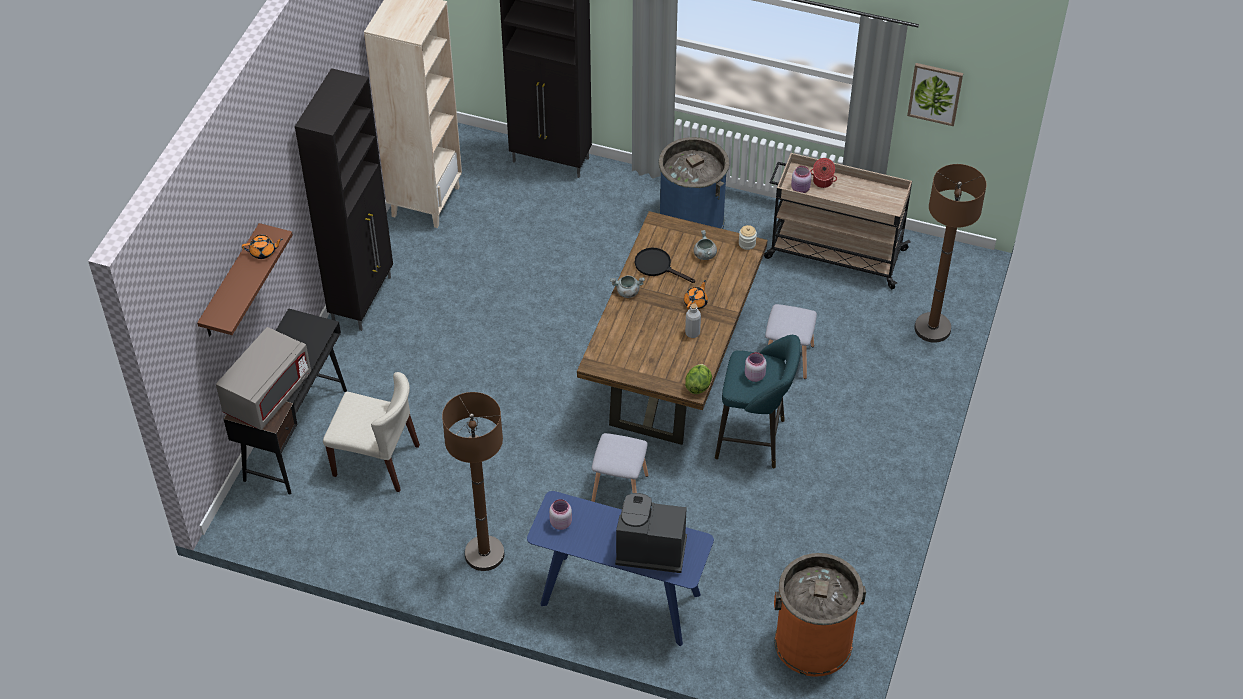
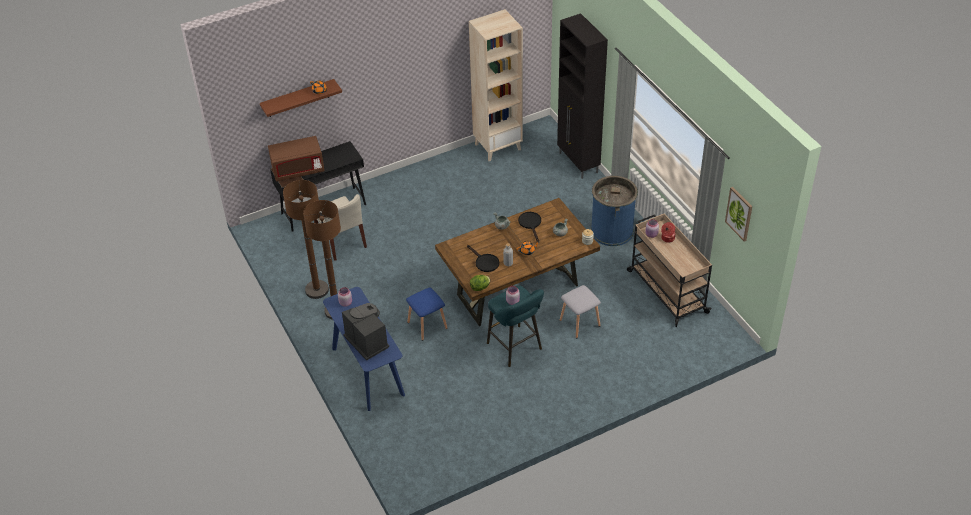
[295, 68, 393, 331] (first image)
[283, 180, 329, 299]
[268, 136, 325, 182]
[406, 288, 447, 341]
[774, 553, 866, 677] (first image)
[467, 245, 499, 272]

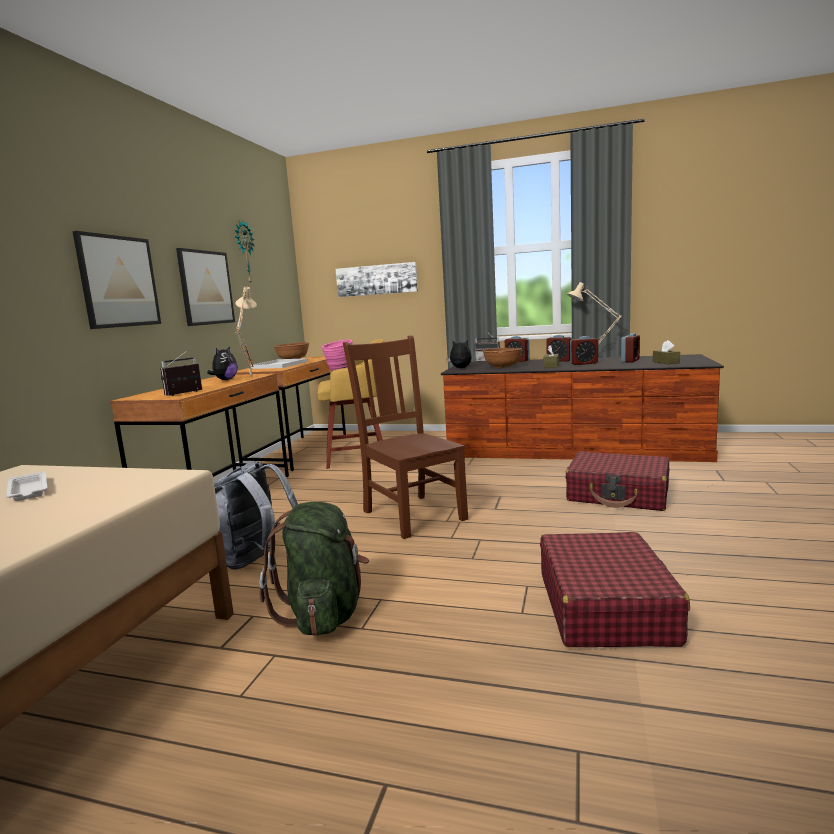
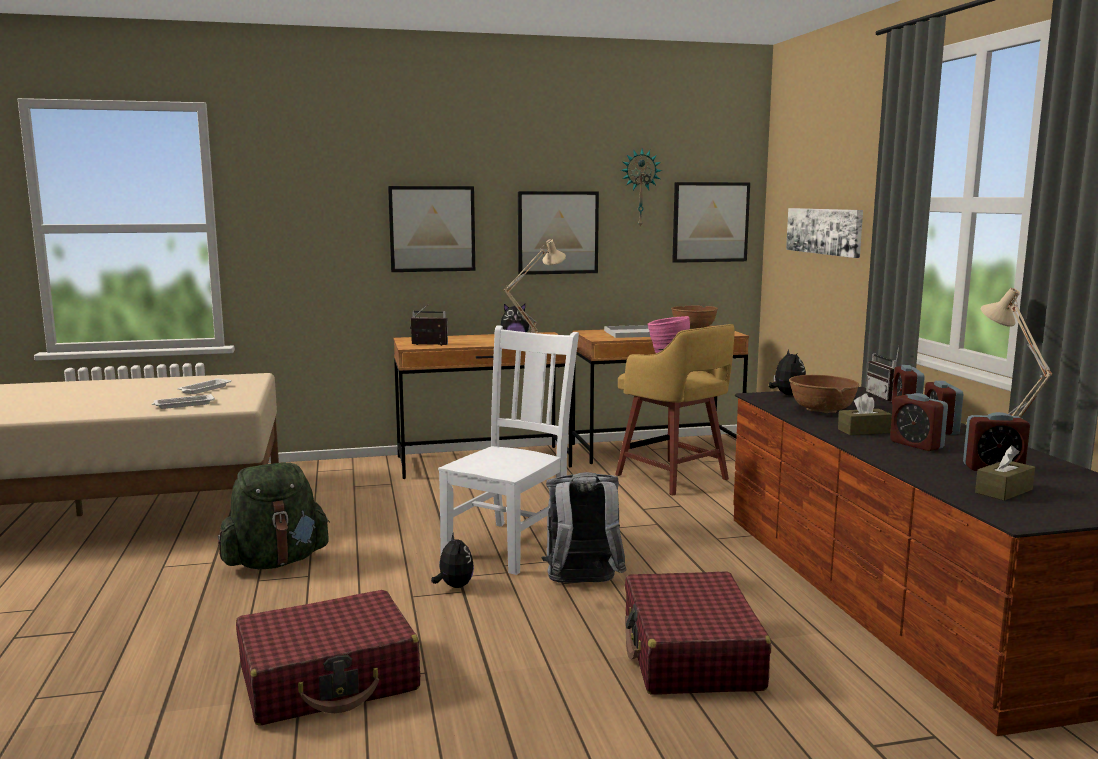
[438, 325, 579, 575]
[541, 472, 627, 583]
[672, 182, 750, 263]
[152, 394, 215, 409]
[431, 532, 474, 588]

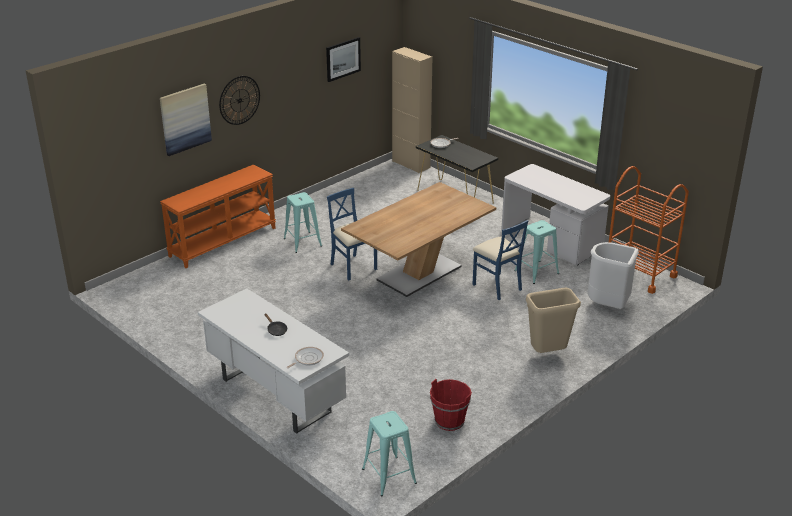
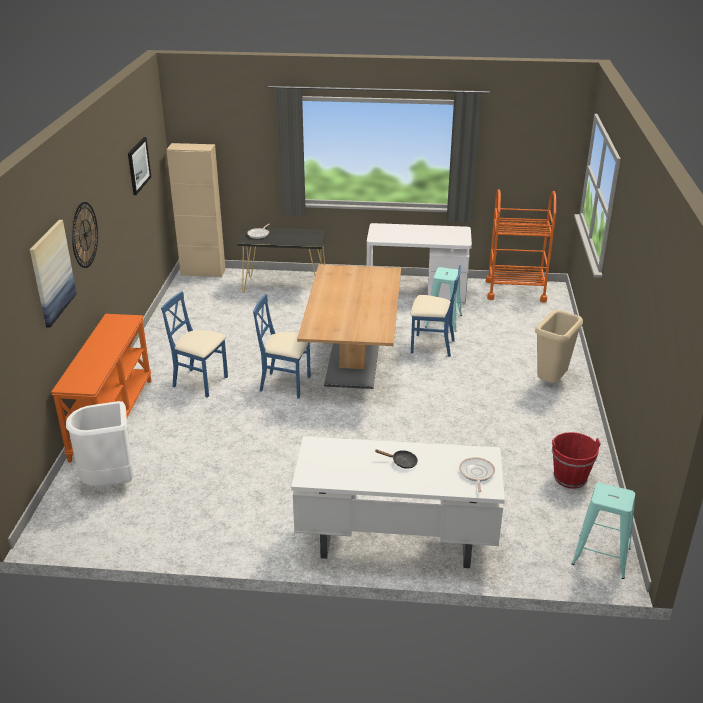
[161, 291, 228, 398]
[66, 401, 133, 487]

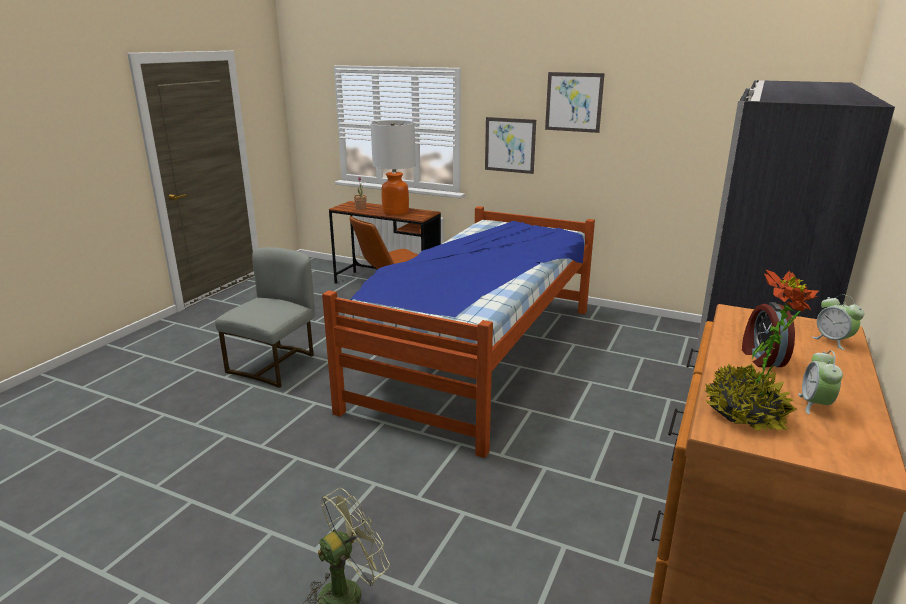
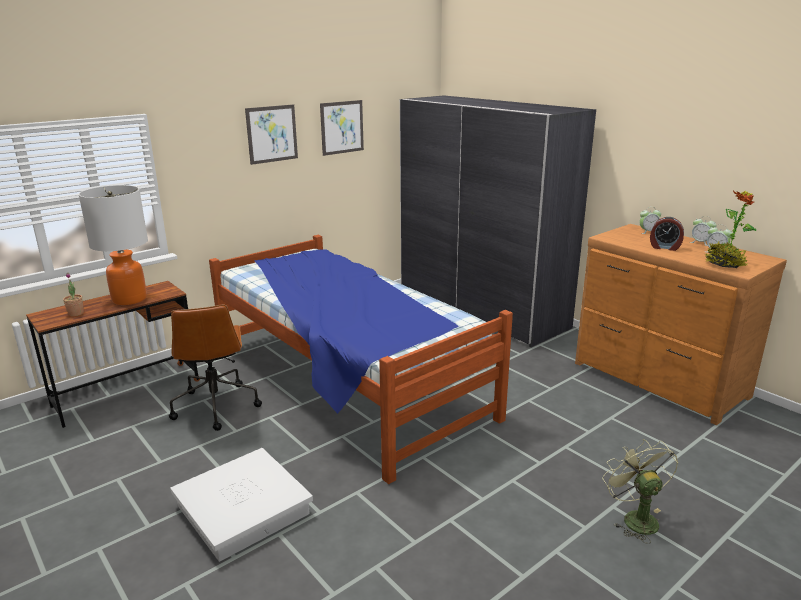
[320, 100, 364, 156]
[170, 448, 313, 562]
[690, 216, 717, 246]

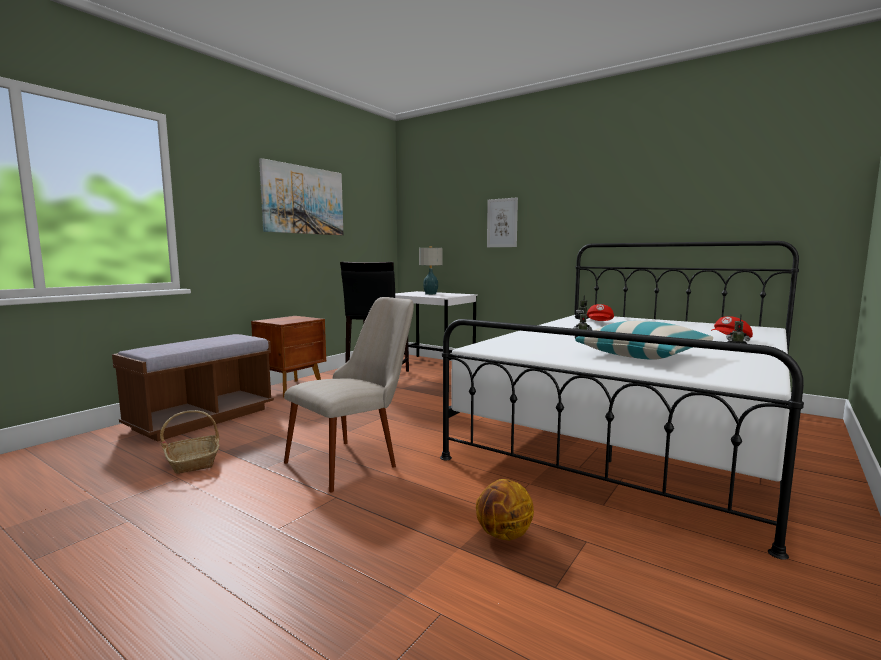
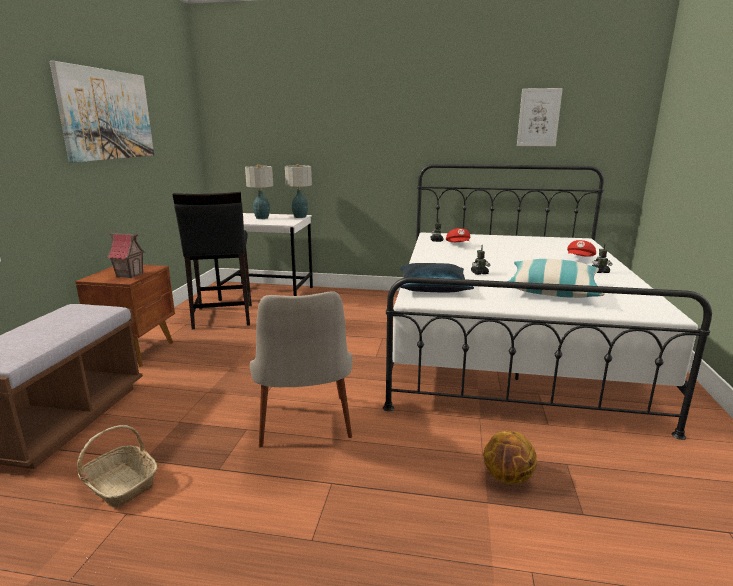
[517, 88, 563, 146]
[250, 291, 353, 448]
[285, 164, 312, 218]
[107, 232, 146, 278]
[400, 263, 474, 292]

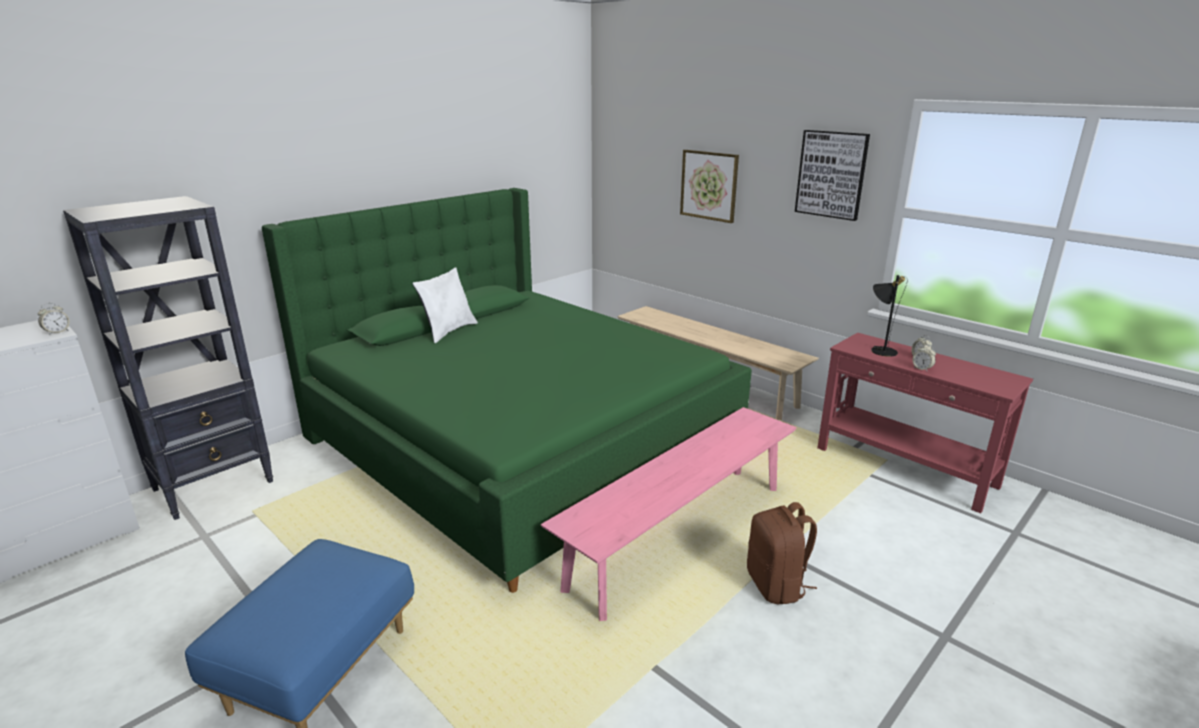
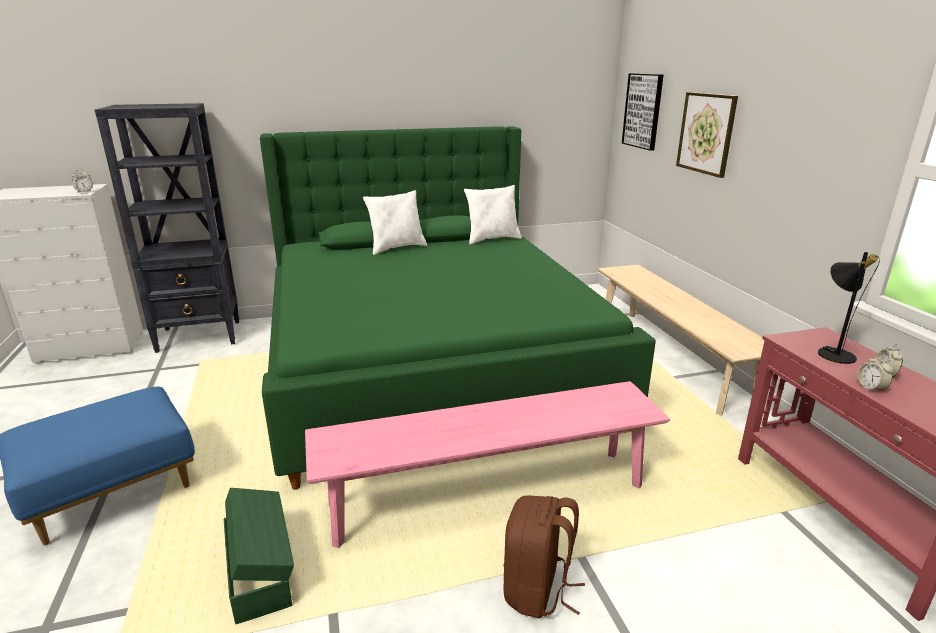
[622, 73, 663, 151]
[464, 185, 522, 245]
[224, 488, 294, 624]

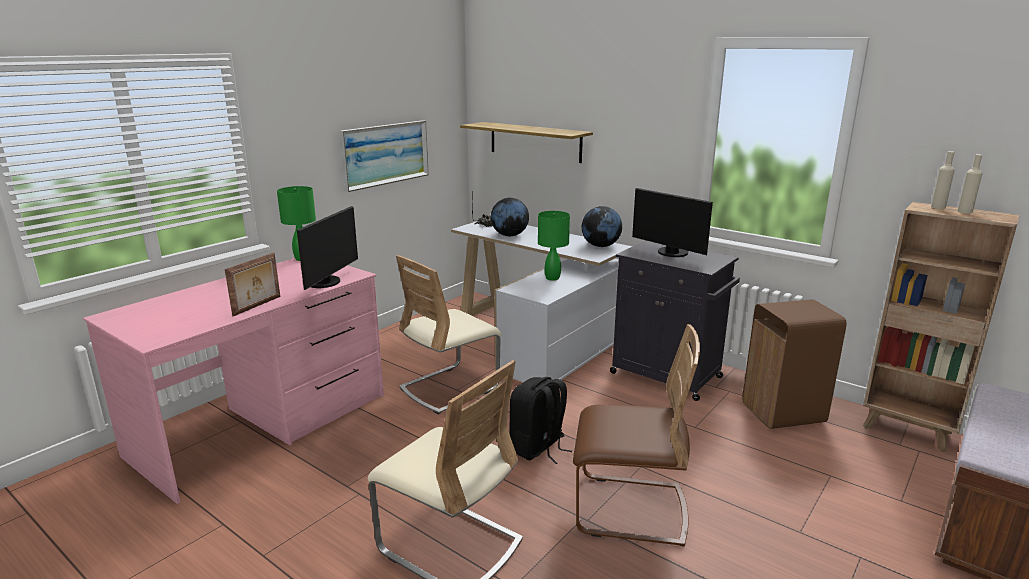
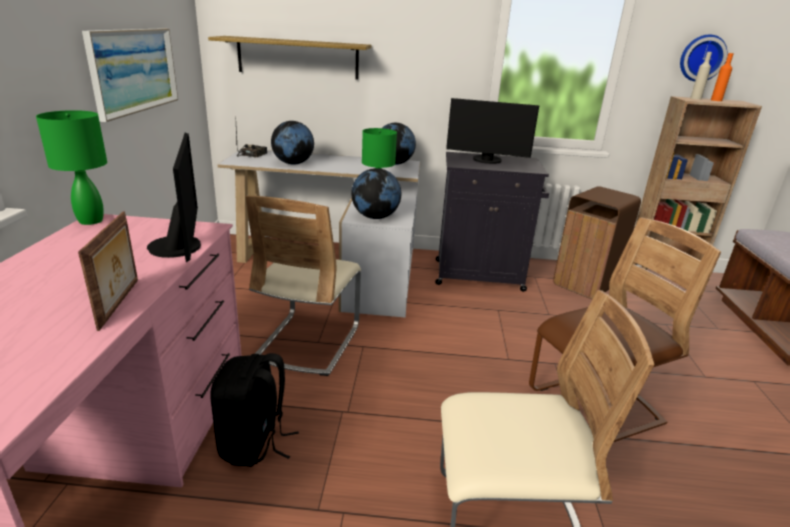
[711, 53, 734, 101]
[211, 353, 299, 467]
[680, 35, 727, 82]
[351, 168, 401, 219]

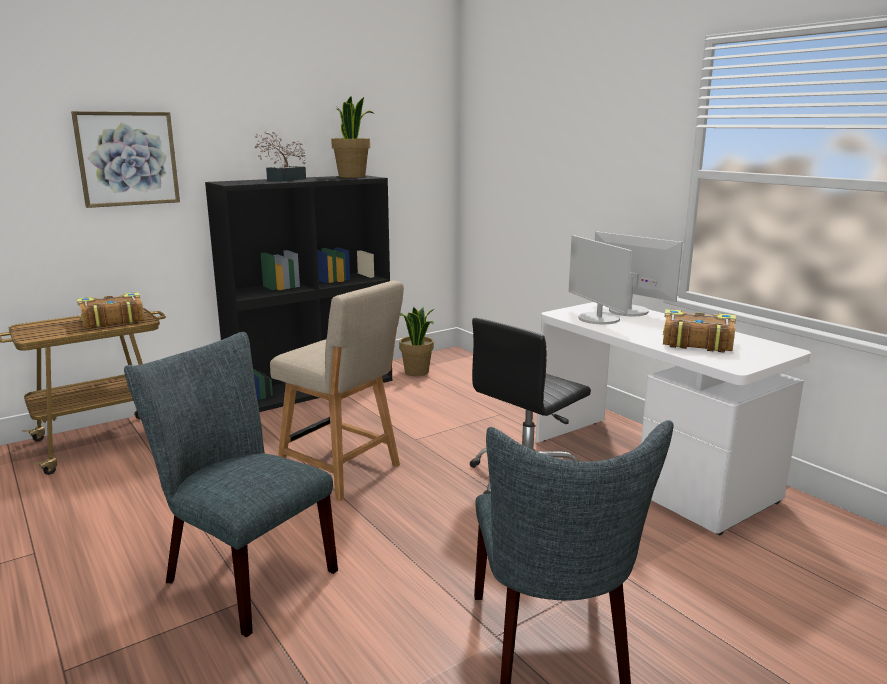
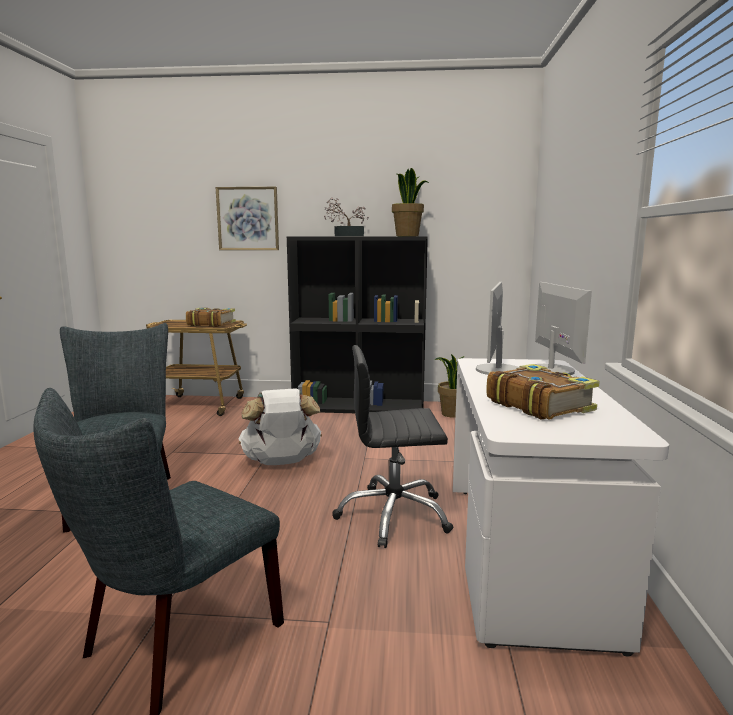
[238, 388, 322, 465]

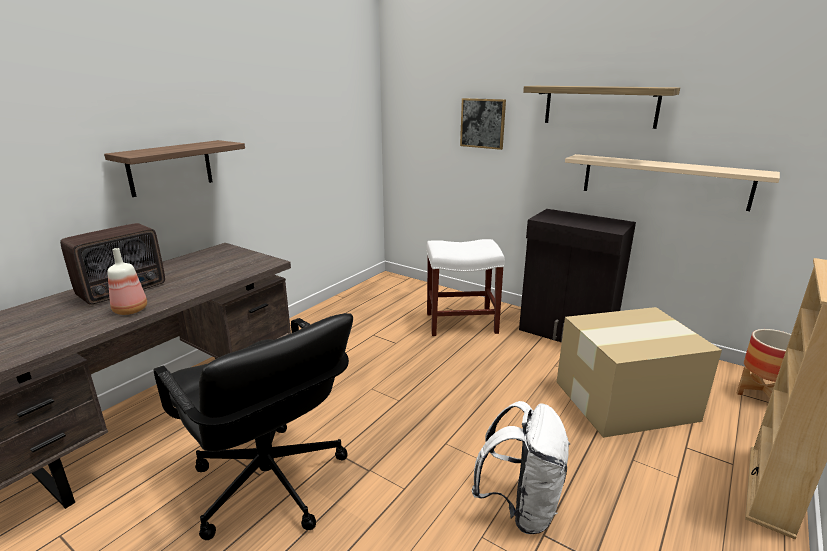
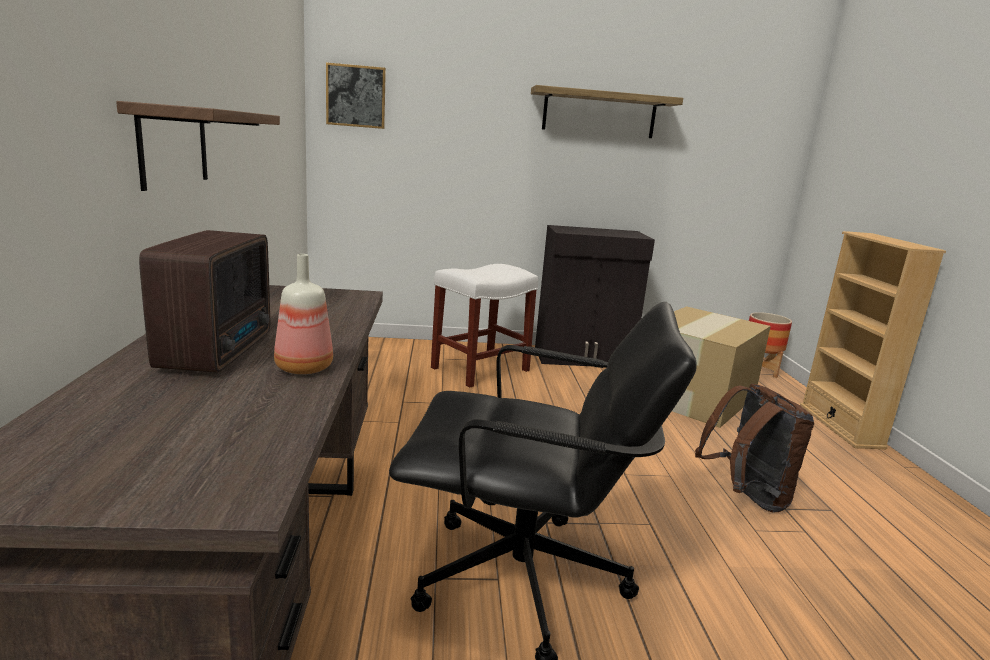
[326, 62, 386, 129]
[565, 154, 780, 211] (first image)
[695, 383, 814, 513]

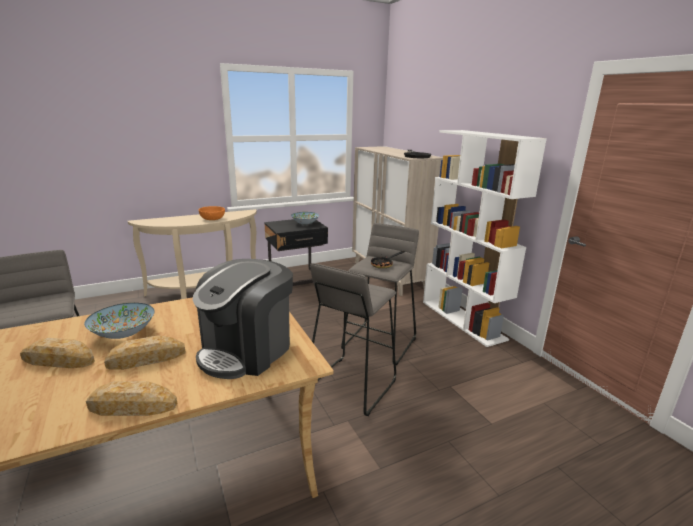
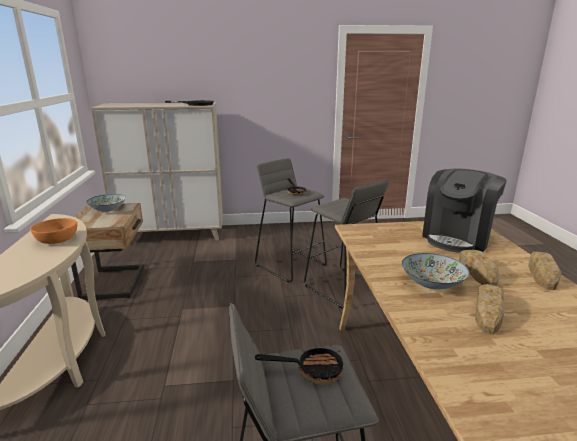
[423, 130, 547, 347] (first image)
[71, 203, 144, 300]
[422, 168, 507, 253]
[255, 345, 343, 385]

